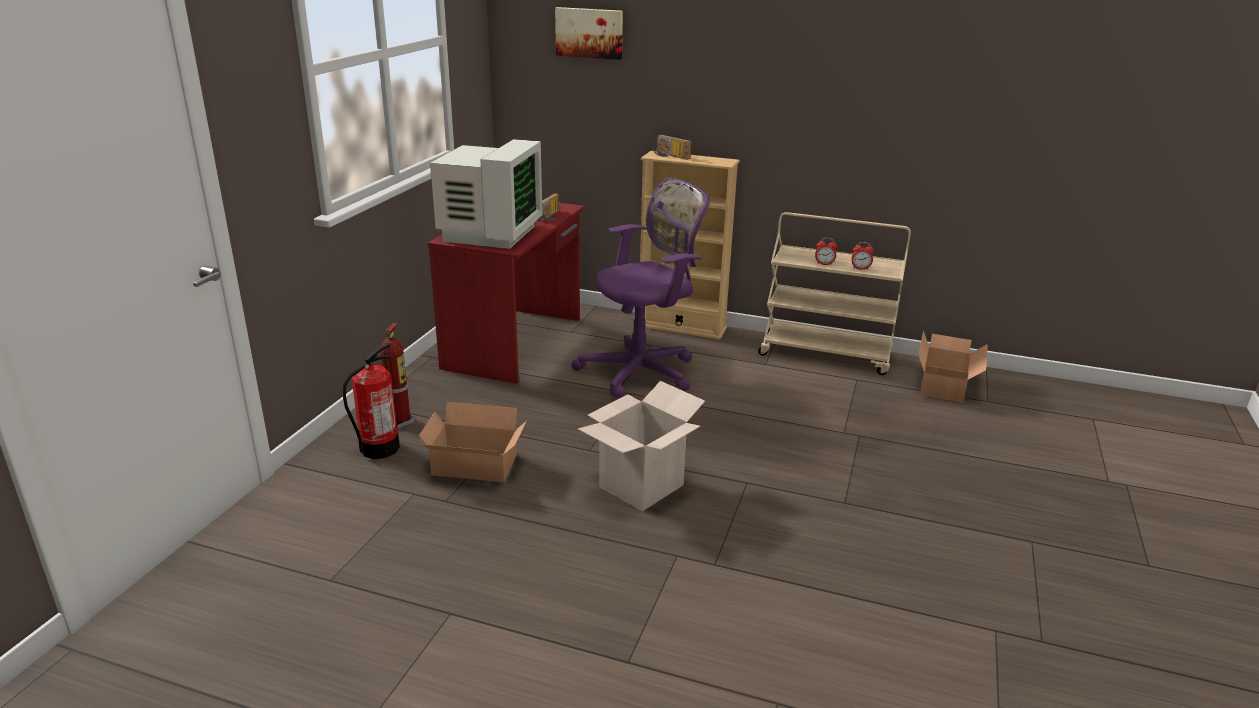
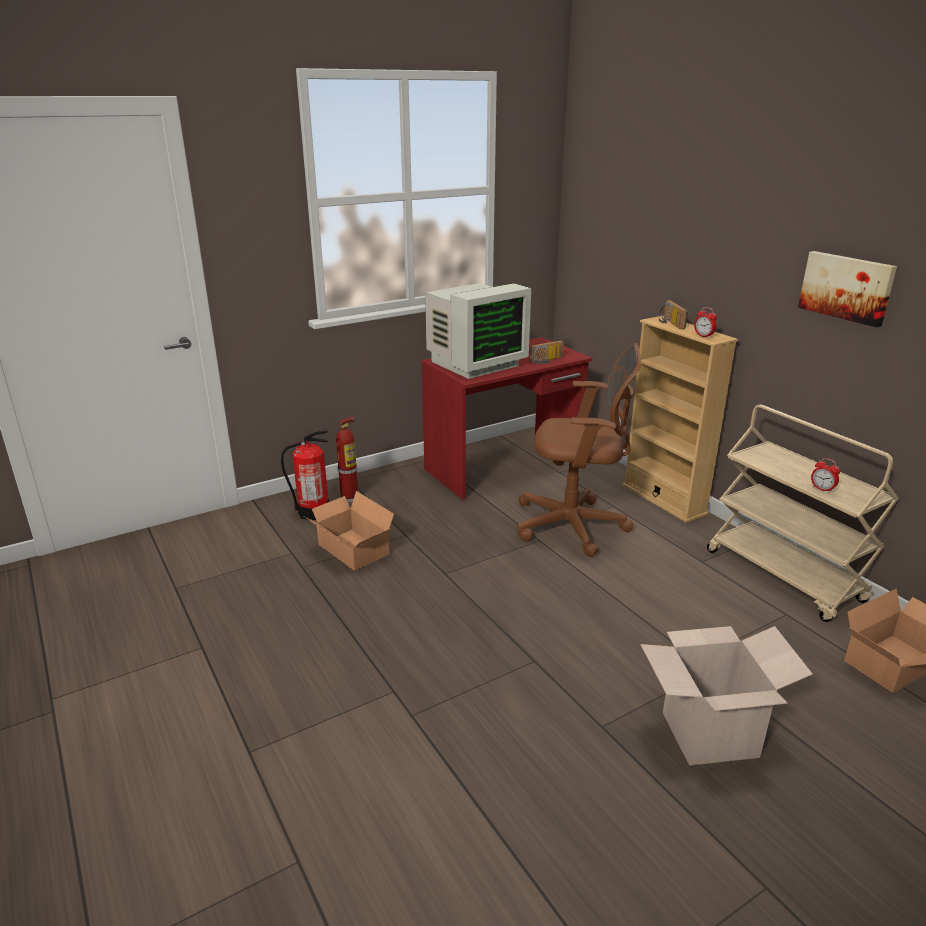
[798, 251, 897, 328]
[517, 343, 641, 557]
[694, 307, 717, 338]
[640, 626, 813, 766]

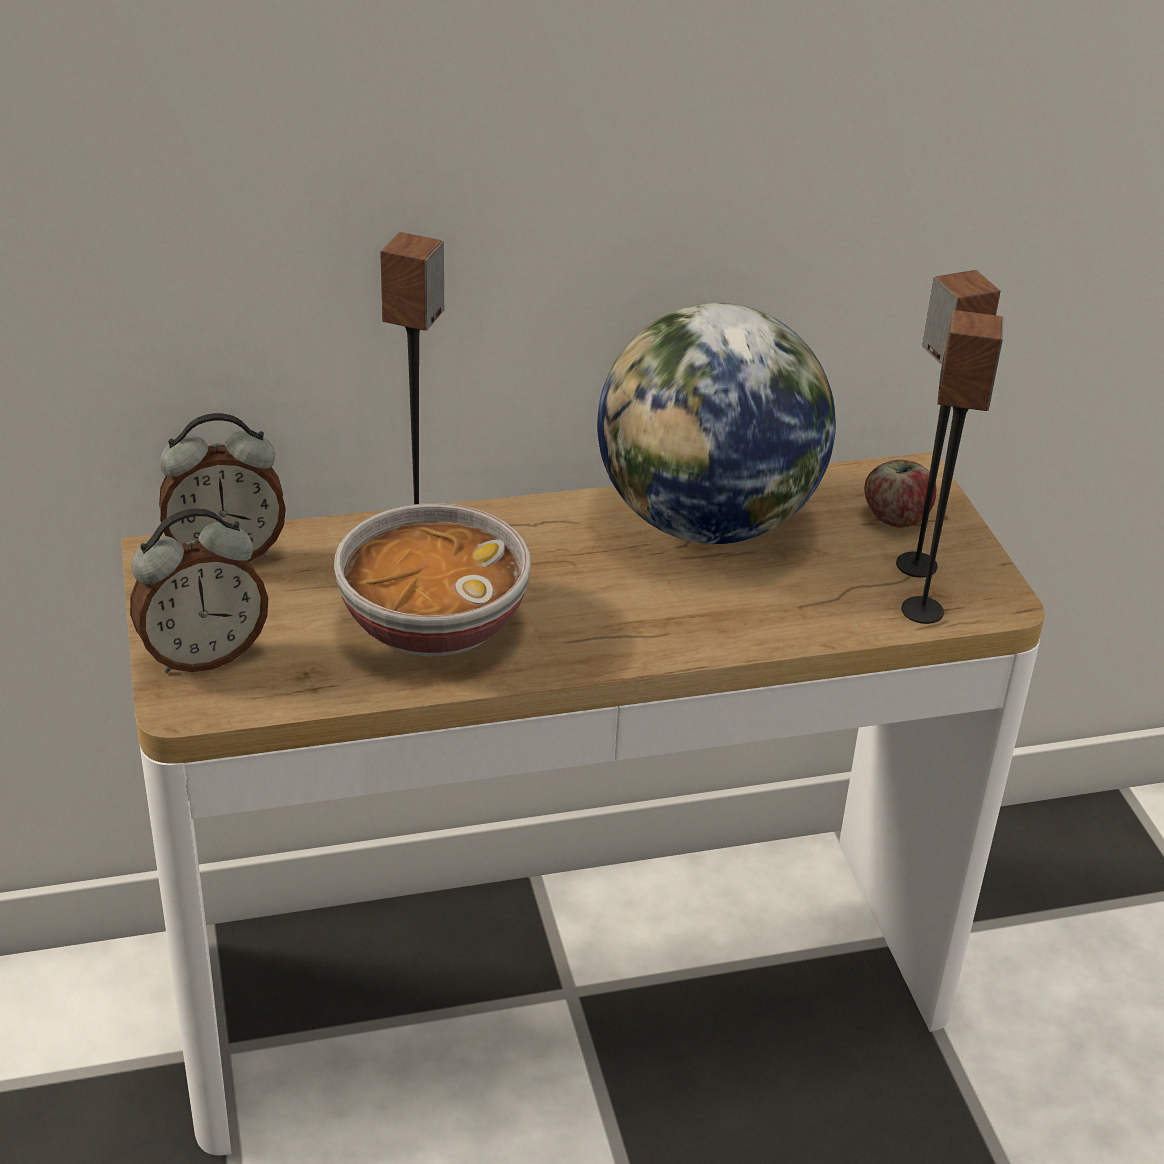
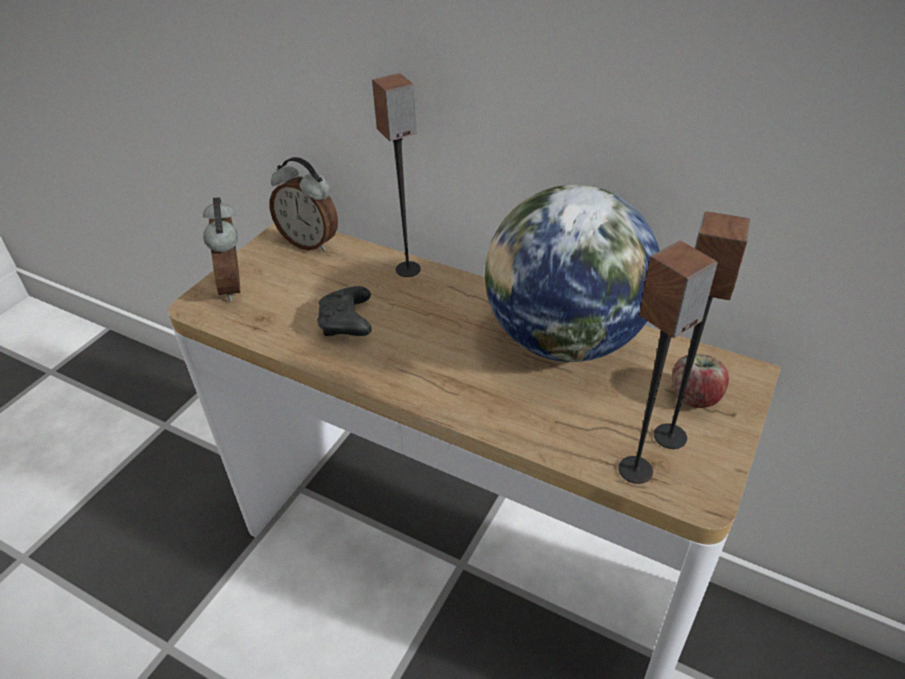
[317, 286, 372, 336]
[203, 197, 240, 302]

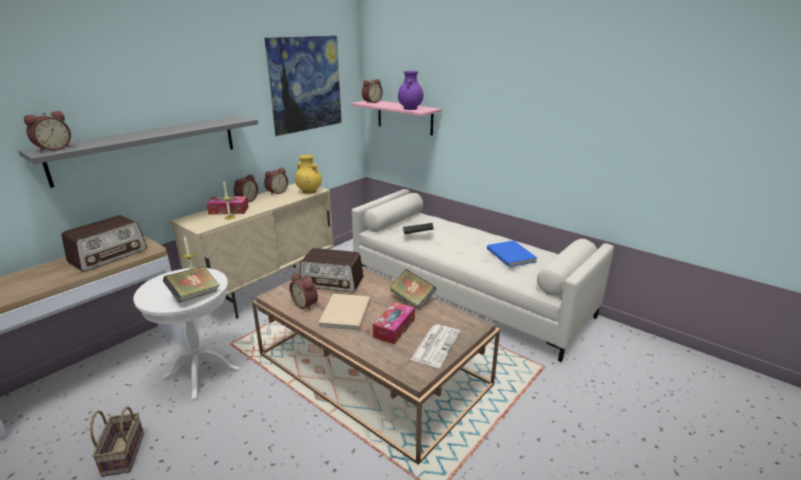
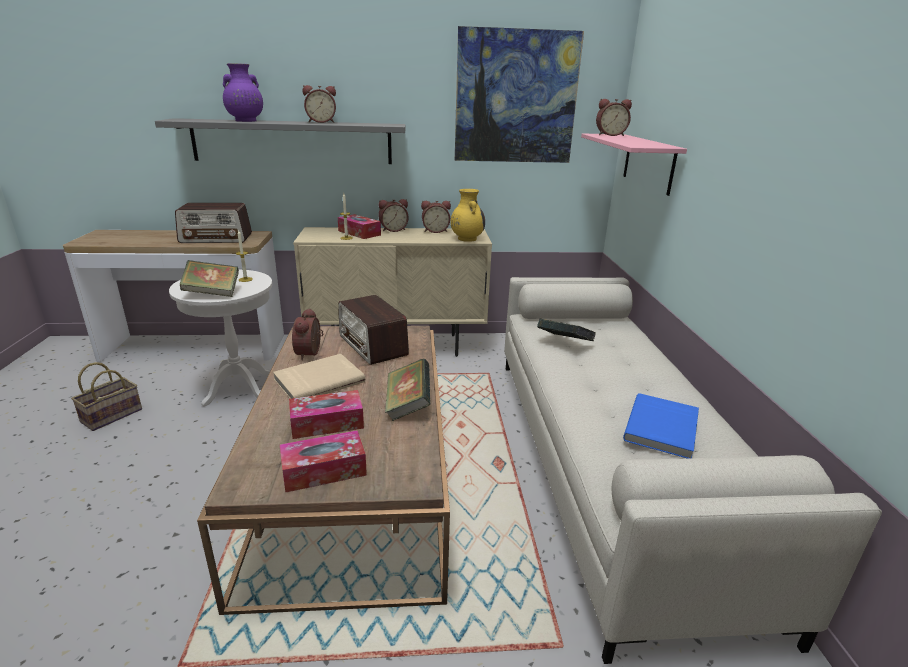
[223, 63, 263, 122]
[302, 85, 336, 123]
[280, 430, 367, 492]

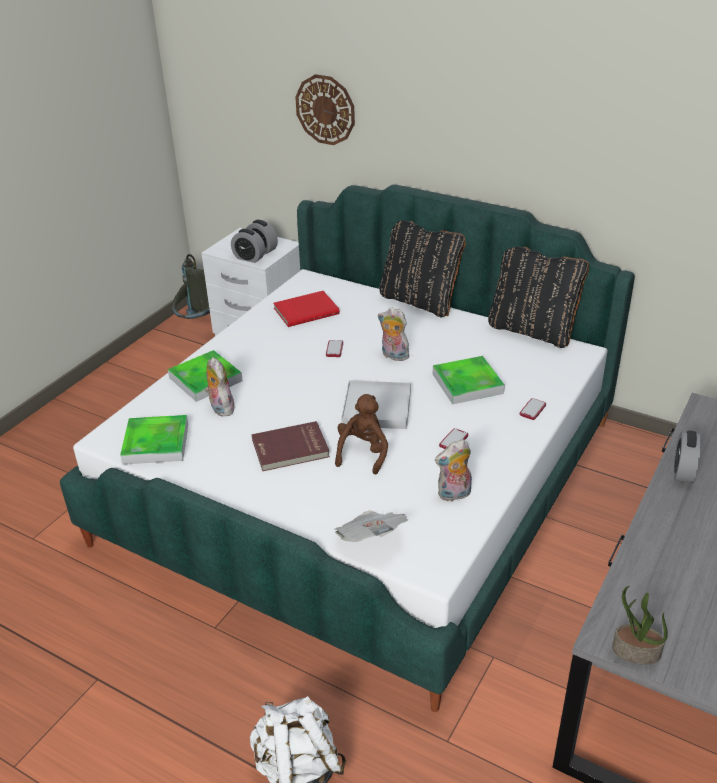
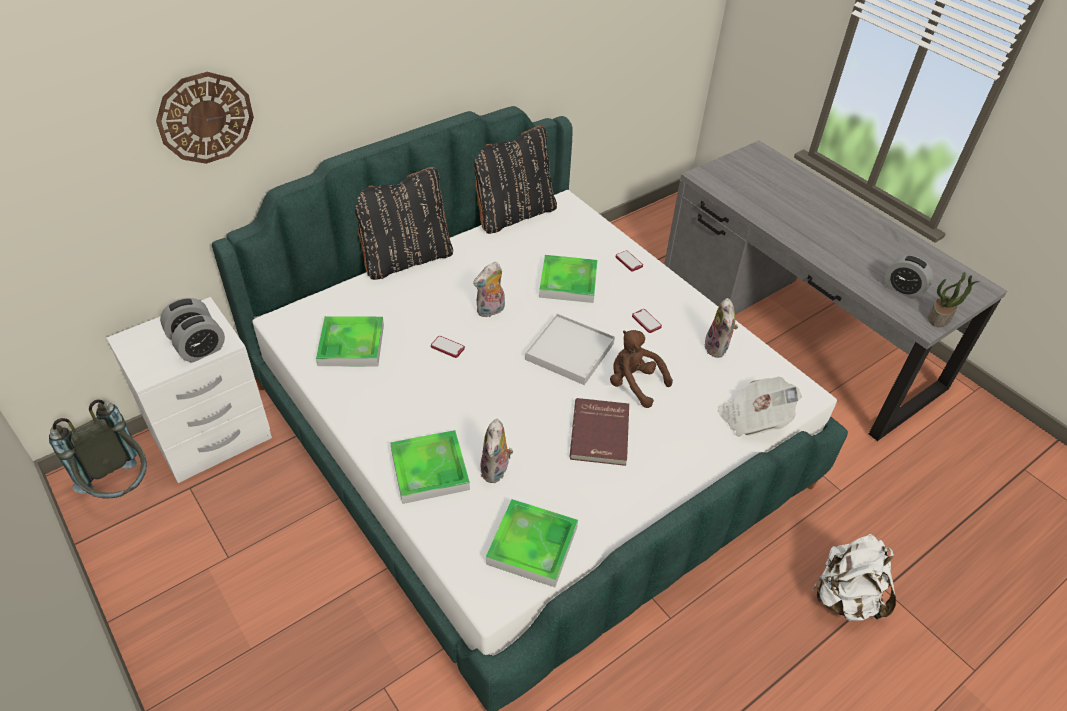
[316, 316, 384, 366]
[480, 419, 513, 483]
[884, 255, 933, 299]

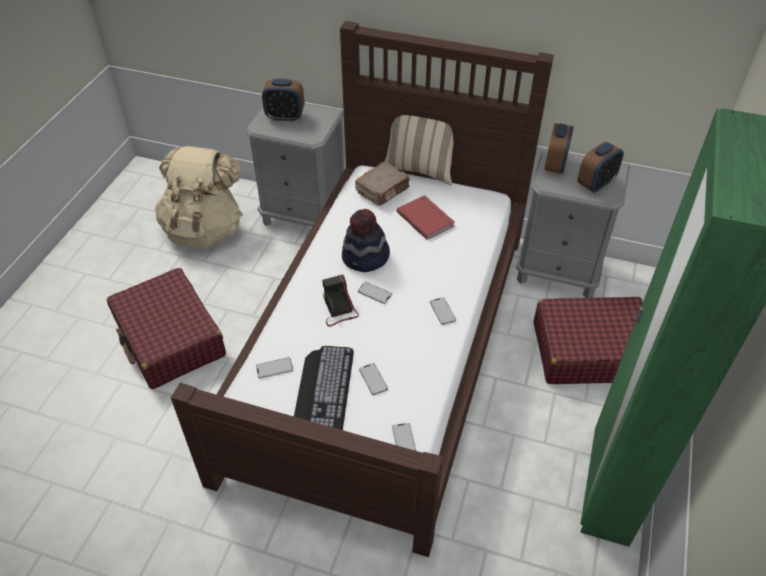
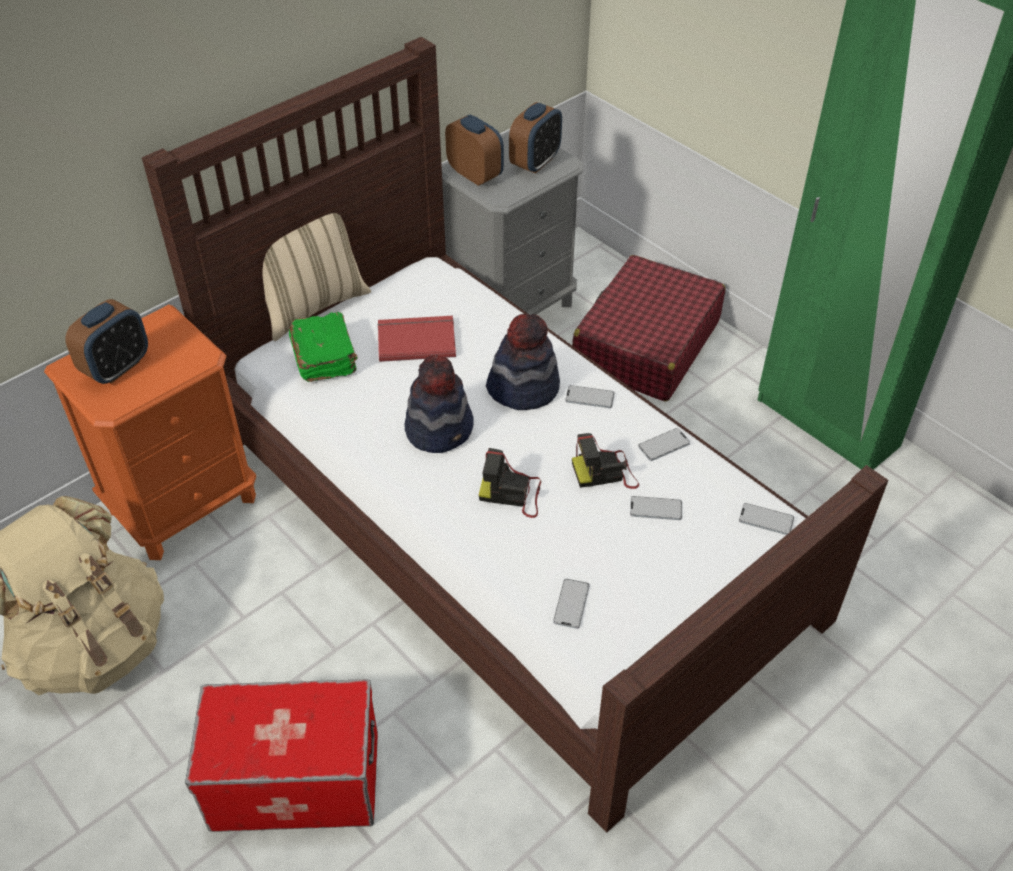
[44, 304, 256, 560]
[509, 102, 562, 173]
[289, 312, 358, 382]
[185, 679, 378, 832]
[638, 428, 690, 461]
[294, 346, 354, 430] (first image)
[486, 314, 560, 410]
[572, 433, 639, 489]

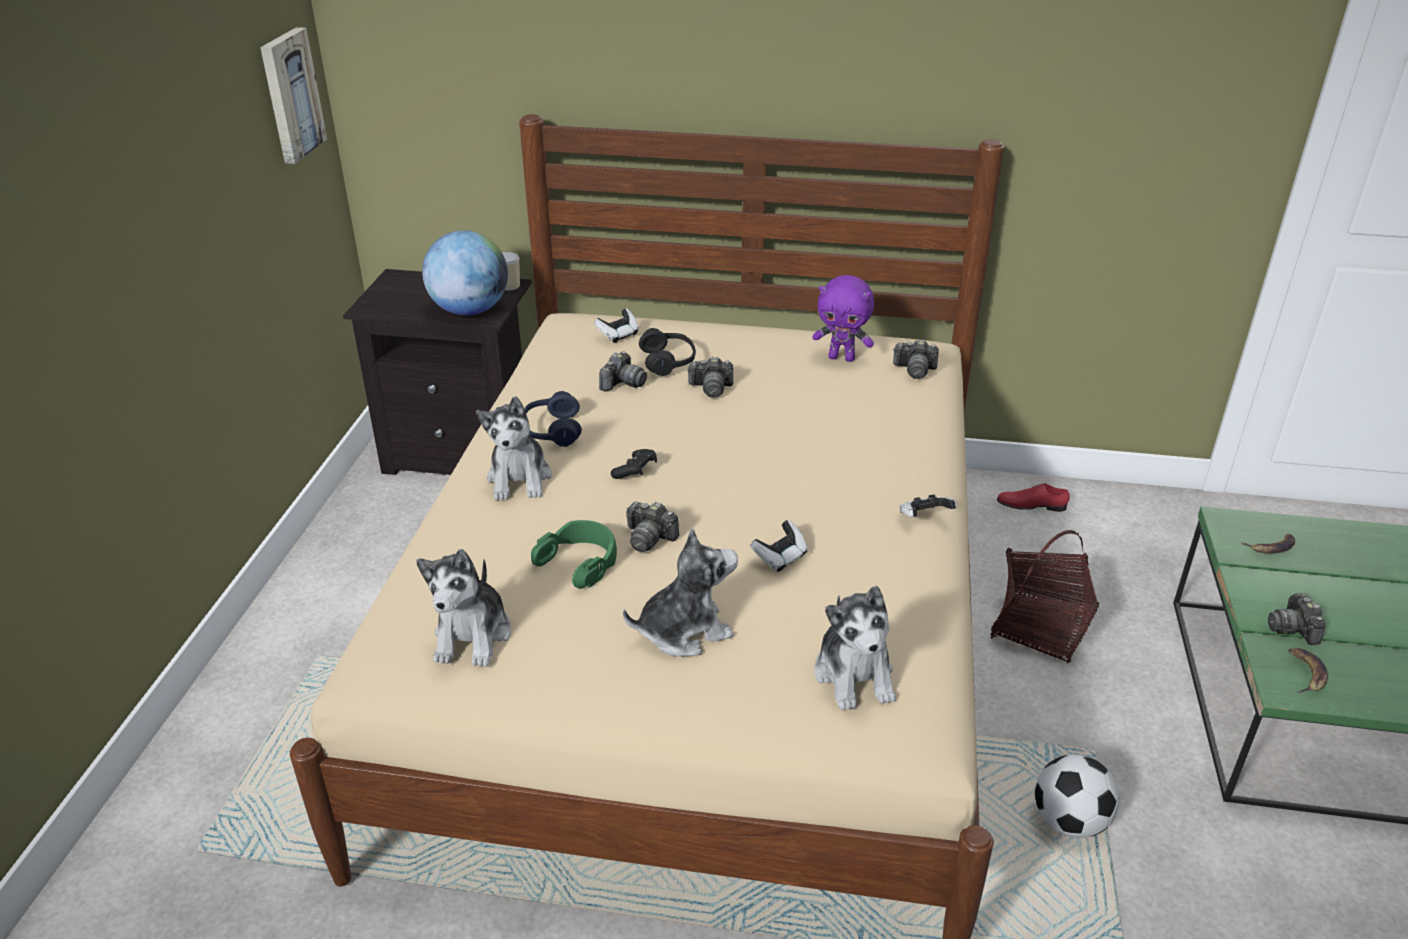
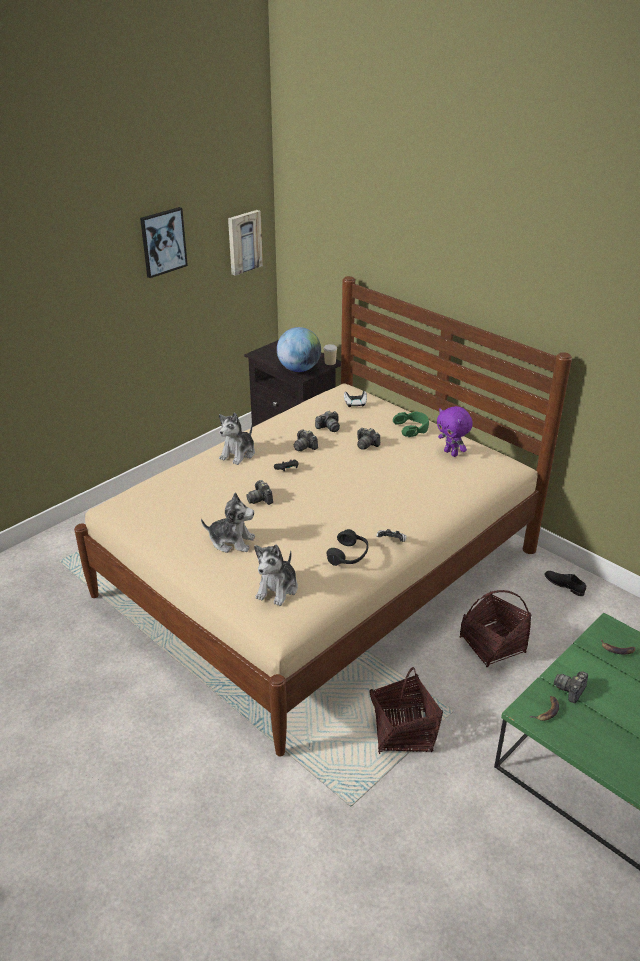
[327, 529, 368, 566]
[294, 429, 318, 451]
[524, 391, 582, 447] (first image)
[545, 571, 586, 596]
[393, 411, 429, 437]
[751, 520, 807, 572] (first image)
[416, 549, 511, 667] (first image)
[369, 667, 443, 754]
[140, 207, 188, 278]

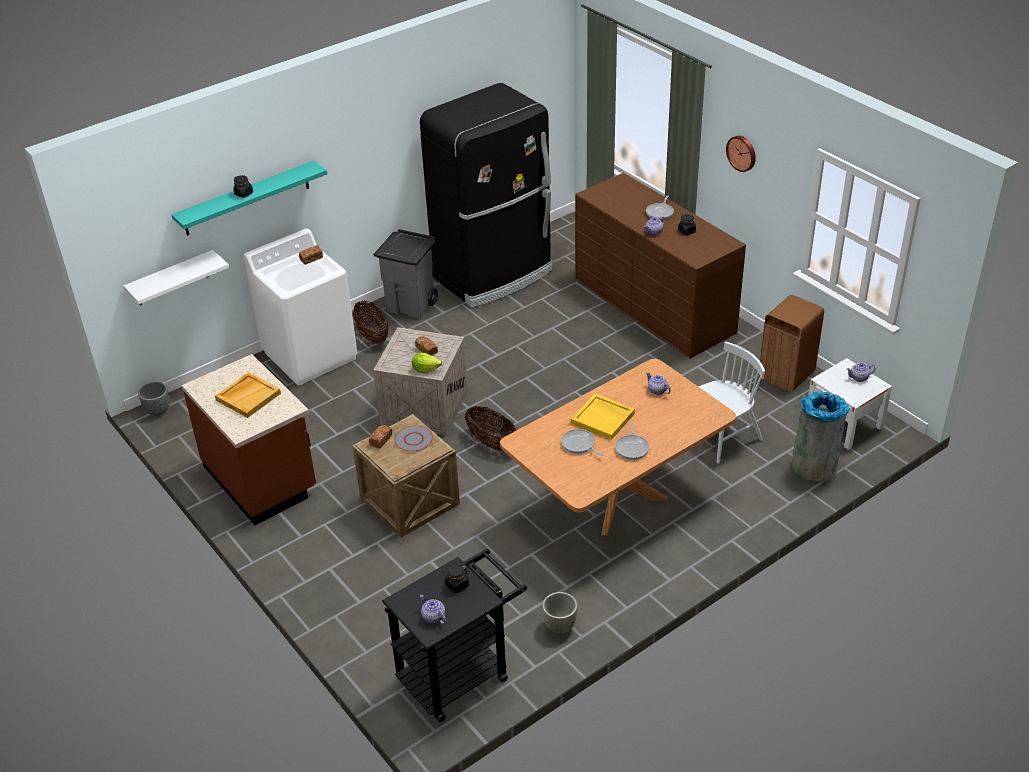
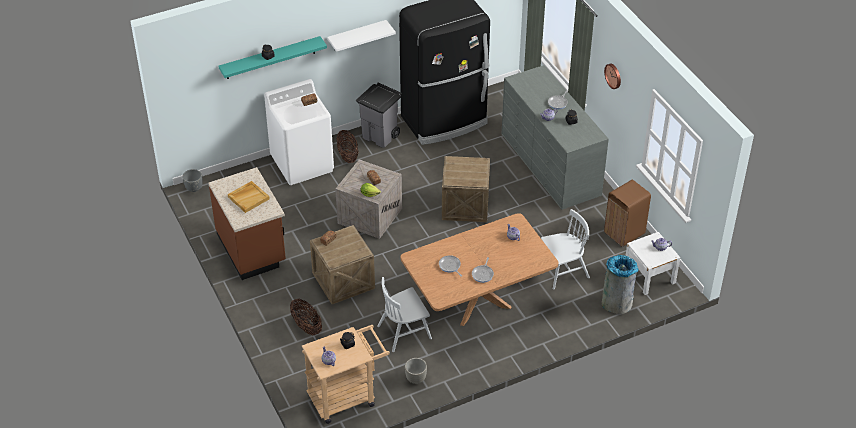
[502, 65, 609, 210]
[327, 20, 396, 52]
[571, 393, 635, 440] (first image)
[290, 299, 322, 336]
[394, 425, 433, 452] (first image)
[302, 325, 390, 424]
[442, 156, 490, 222]
[377, 277, 432, 352]

